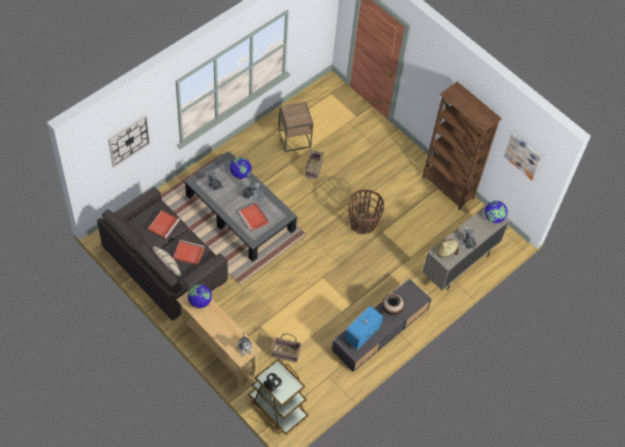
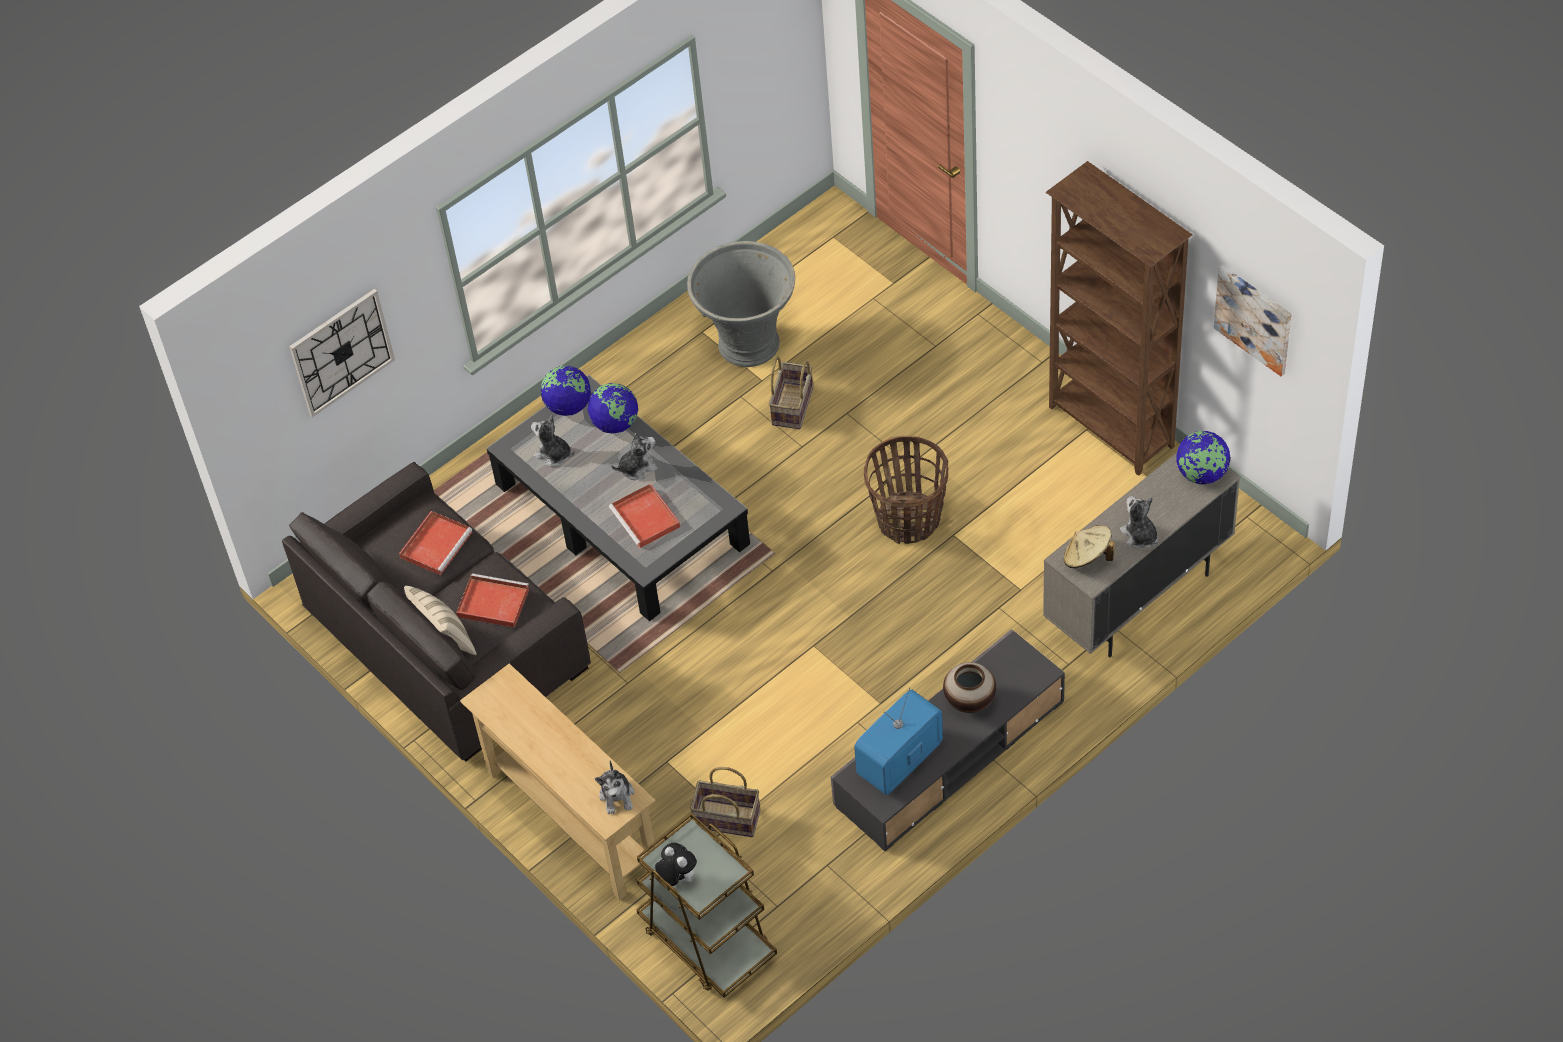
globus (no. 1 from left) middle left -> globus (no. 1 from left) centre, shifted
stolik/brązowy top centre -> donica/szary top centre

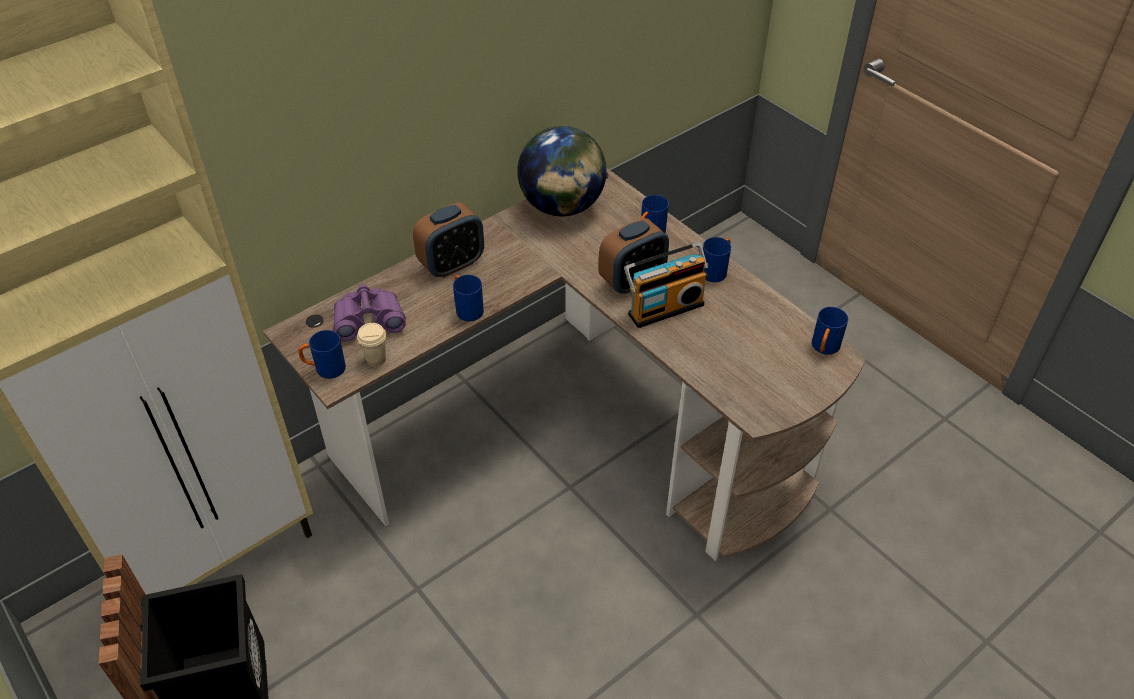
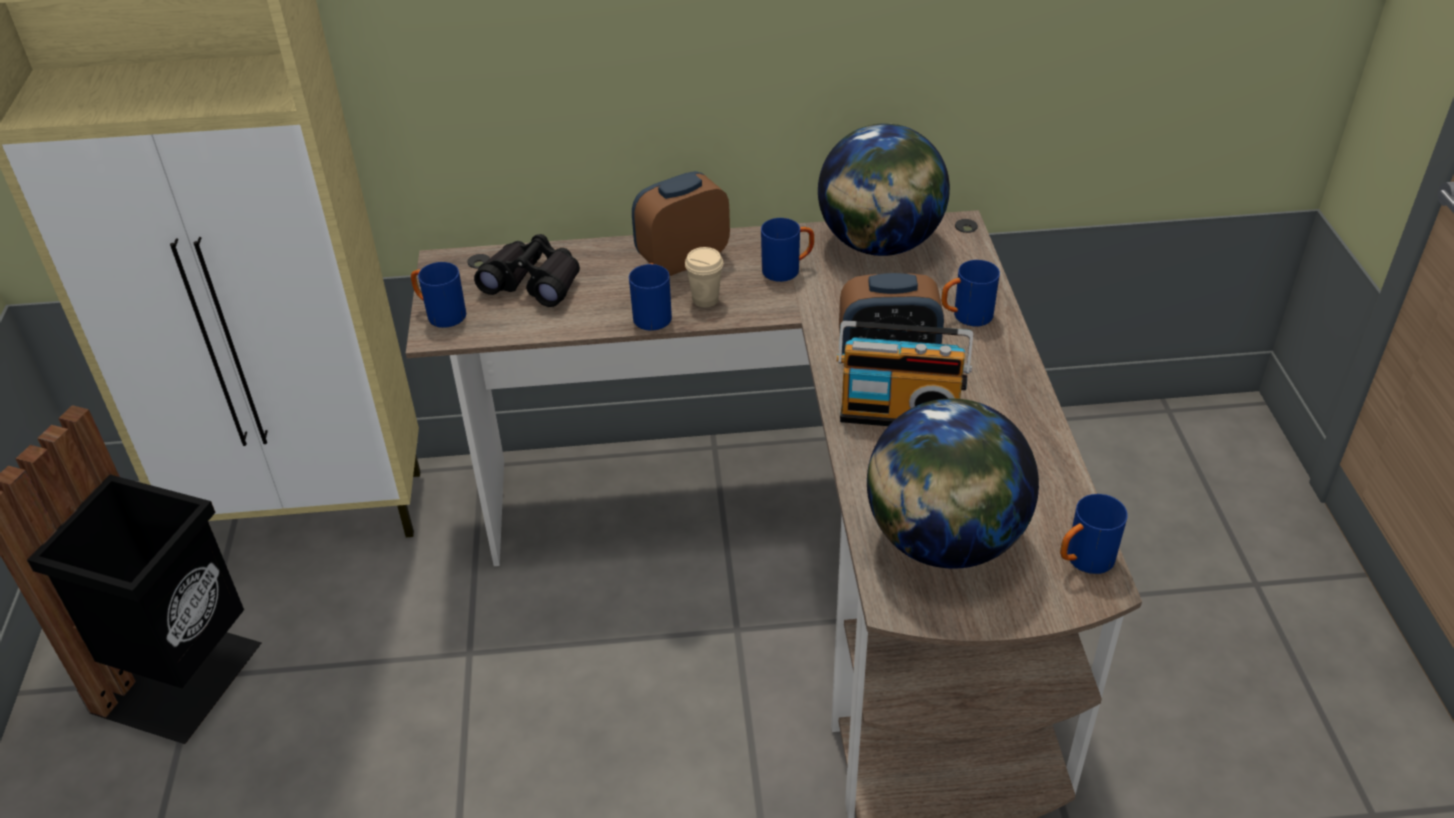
none -> globus (no. 2 from left) centre
filiżanka/beżowy middle left -> filiżanka/beżowy centre, shifted
kubek/niebieski (no. 4 from left in the first image) centre -> kubek/niebieski (no. 3 from left) top centre, shifted
lornetka/fioletowy middle left -> lornetka/czarny top centre
budzik (no. 1 from left) centre -> budzik (no. 1 from left) top centre, 150 degrees clockwise

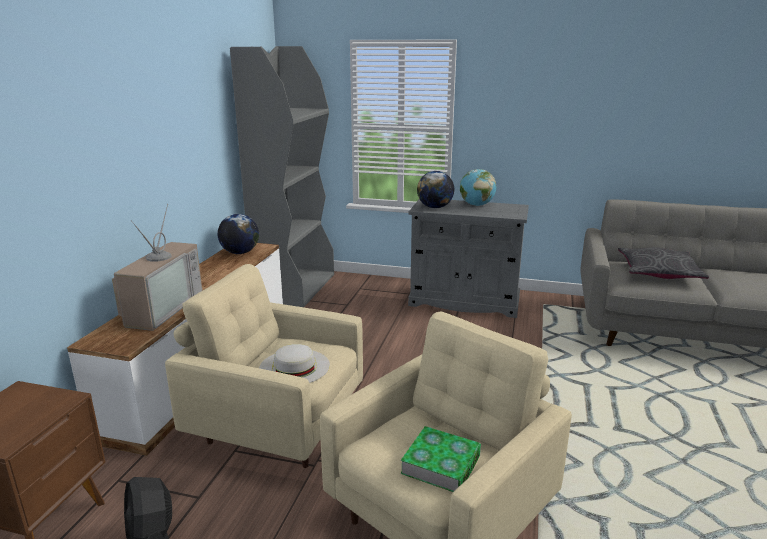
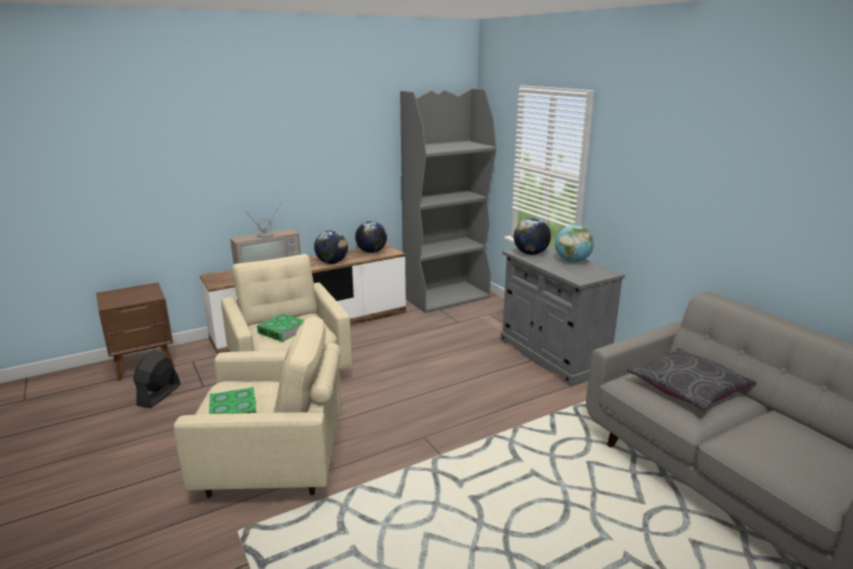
none -> globus (no. 1 from left) centre
kapelusz/biały bottom centre -> książka (no. 2 from left) middle left

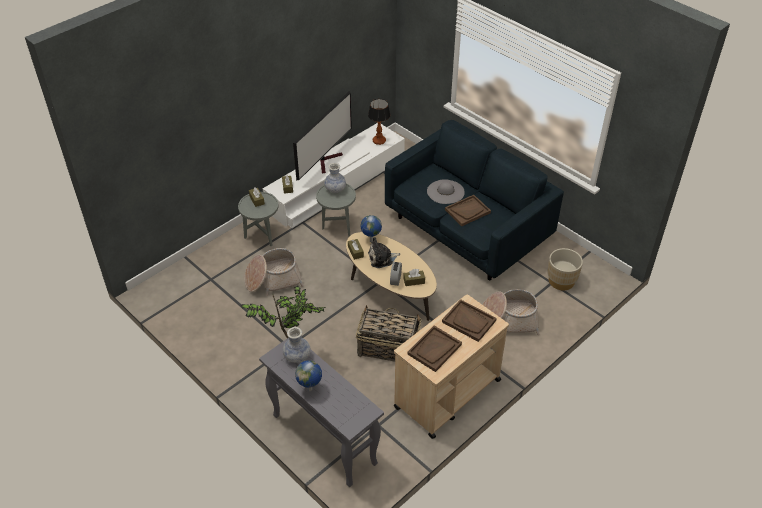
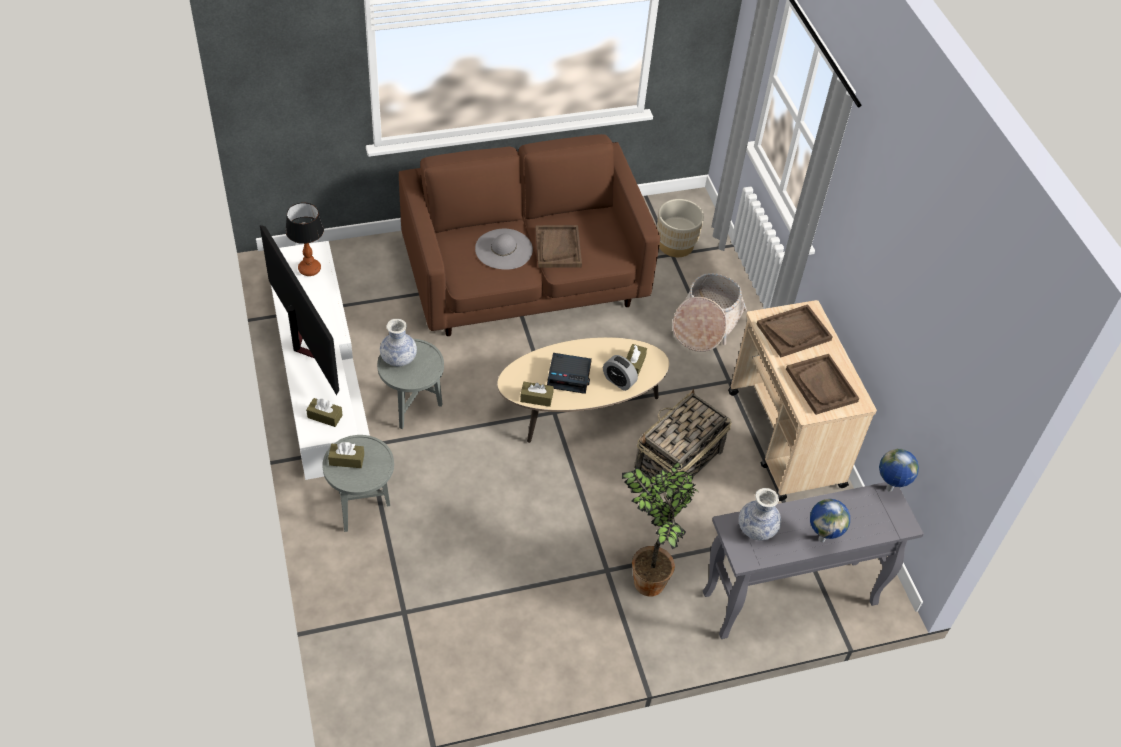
koszyk (no. 1 from left) centre -> none
globus (no. 2 from left) centre -> globus (no. 2 from left) middle right, shifted
pluszak centre -> budzik (no. 1 from left) centre
kanapa/niebieski centre -> kanapa/brązowy top centre

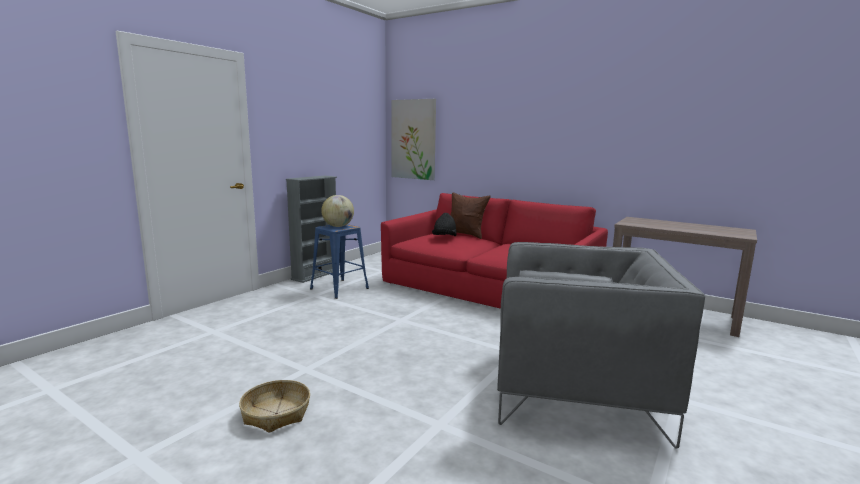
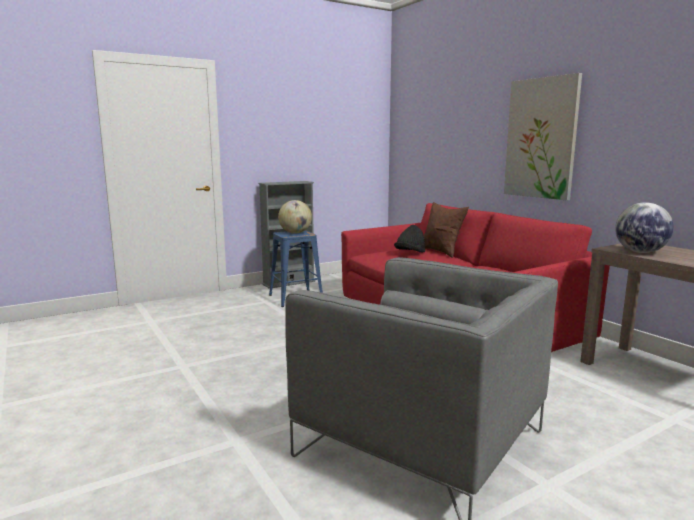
koszyk bottom left -> none
none -> globus (no. 2 from left) middle right
obraz top centre -> obraz top right, shifted

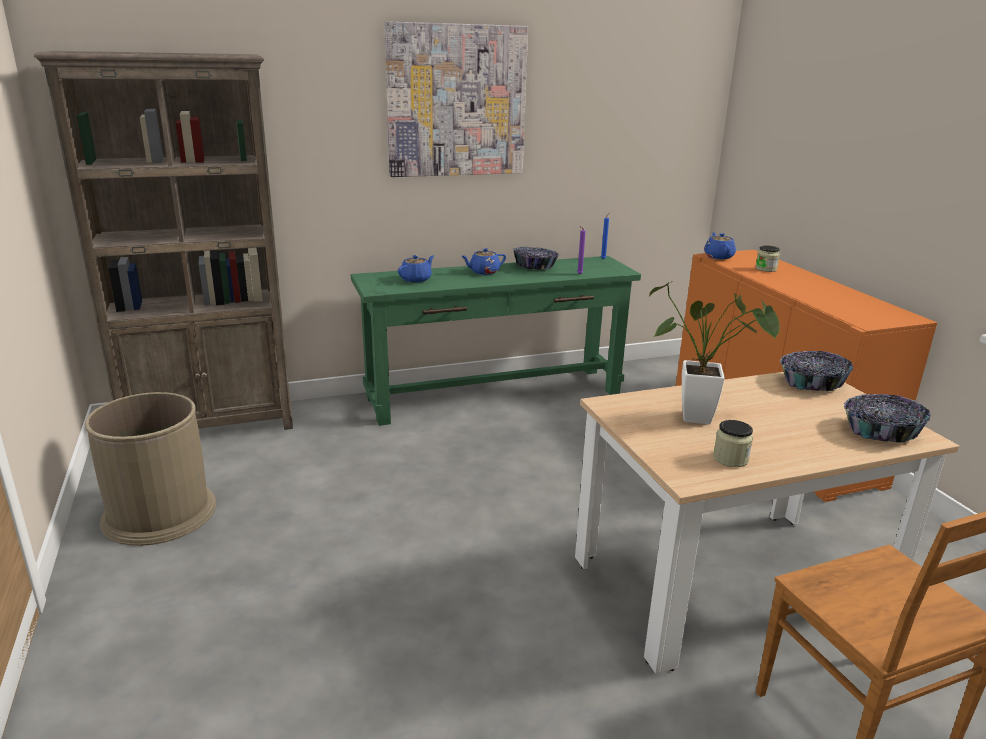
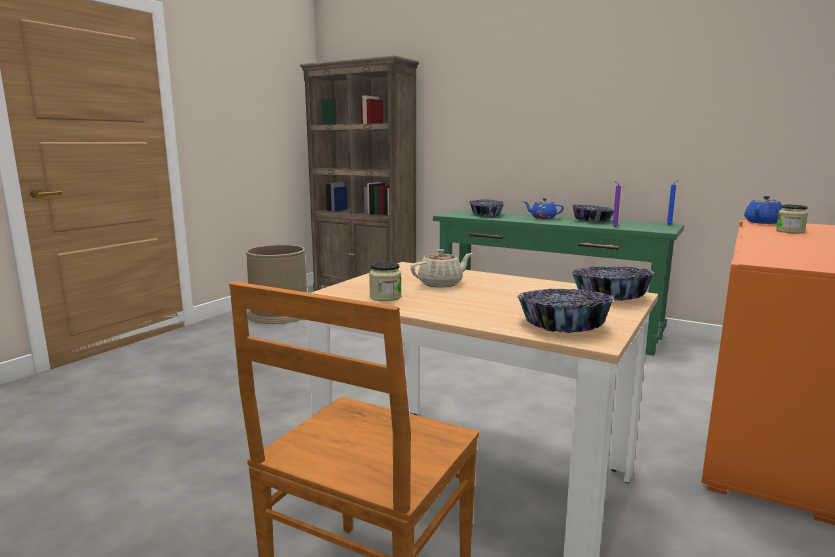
obraz top centre -> none
imbryk/niebieski (no. 1 from left) centre -> miska (no. 1 from left) centre
roślina doniczkowa middle right -> imbryk/beżowy centre

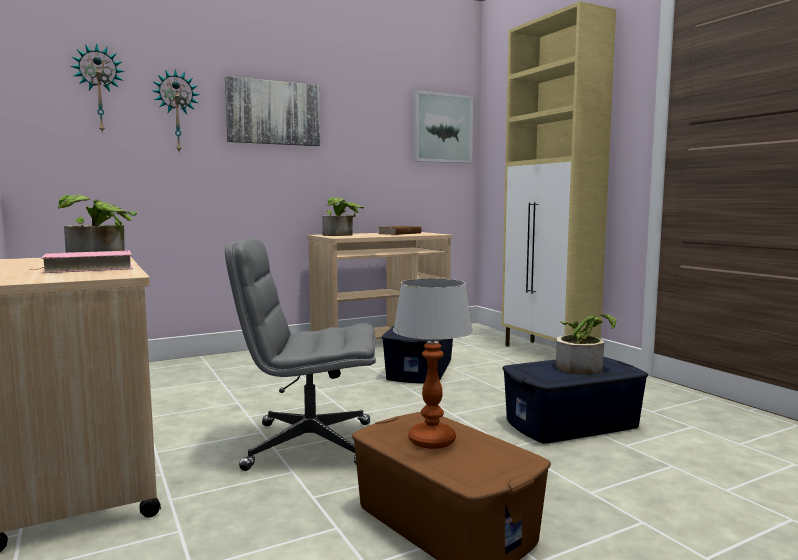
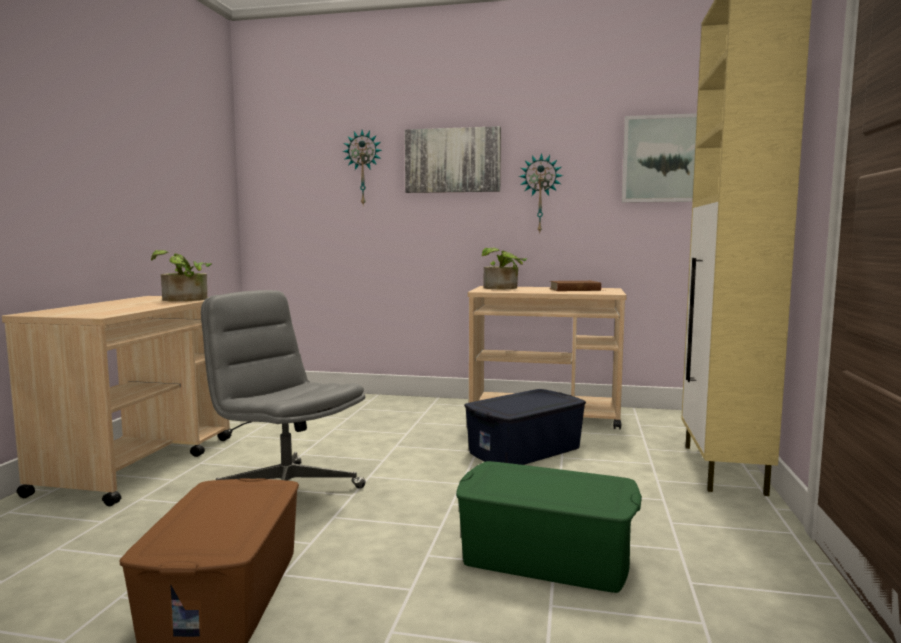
książka/różowy middle left -> none
lampa stołowa centre -> none
roślina doniczkowa (no. 3 from left) middle right -> none
zegar ścienny (no. 1 from left in the first image) top left -> zegar ścienny (no. 2 from left) top centre, shifted
pojemnik do przechowywania/niebieski (no. 2 from left) bottom right -> pojemnik do przechowywania/zielony bottom centre

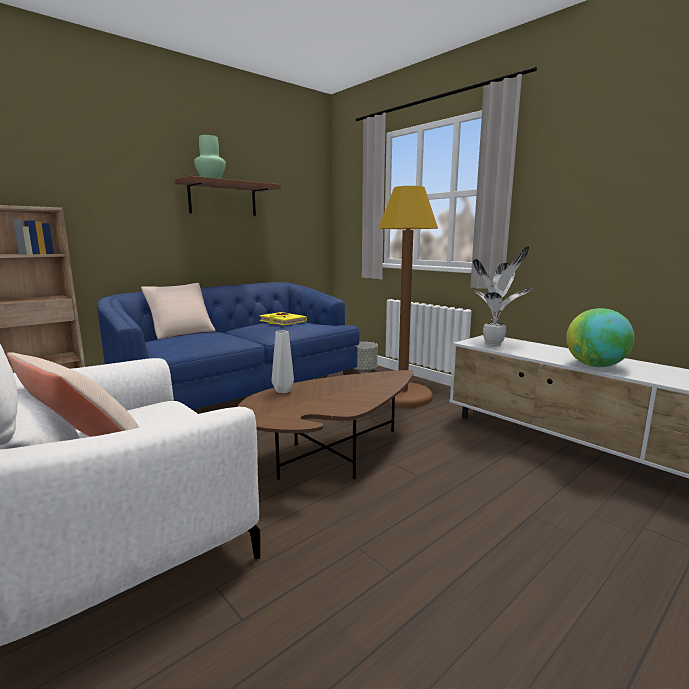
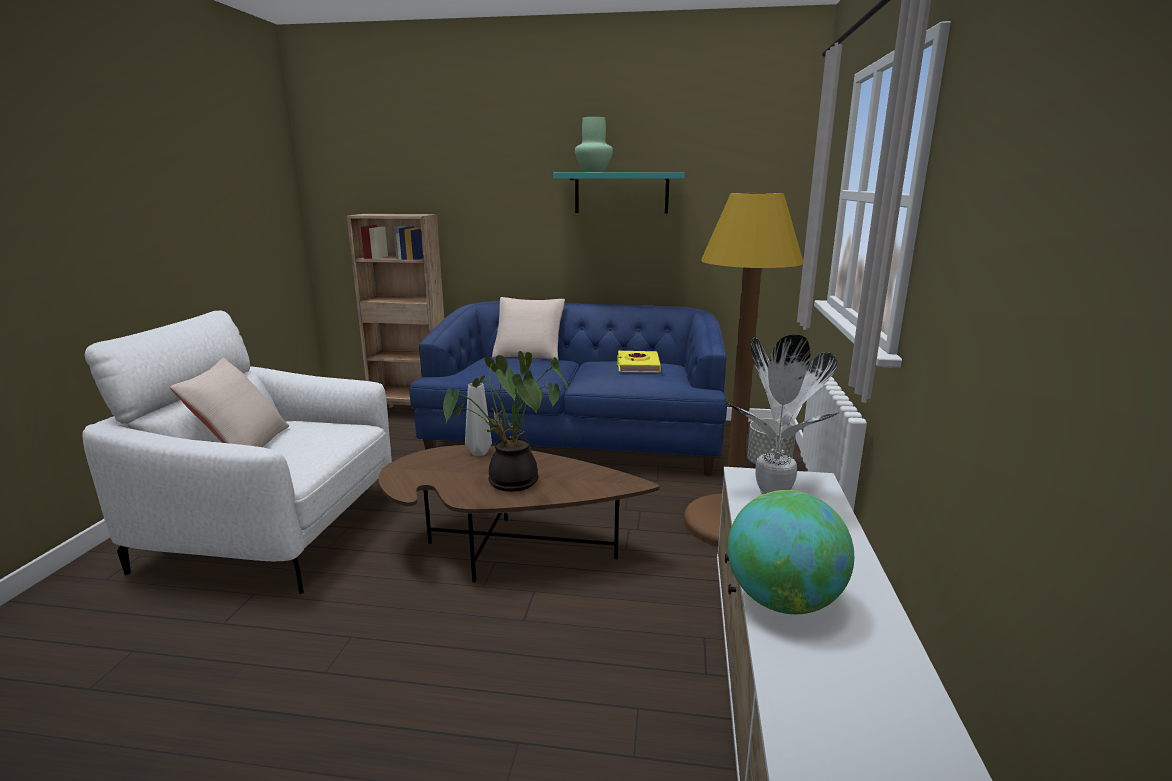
none -> roślina doniczkowa (no. 1 from left) centre
półka/brązowy top left -> półka/turkusowy top centre

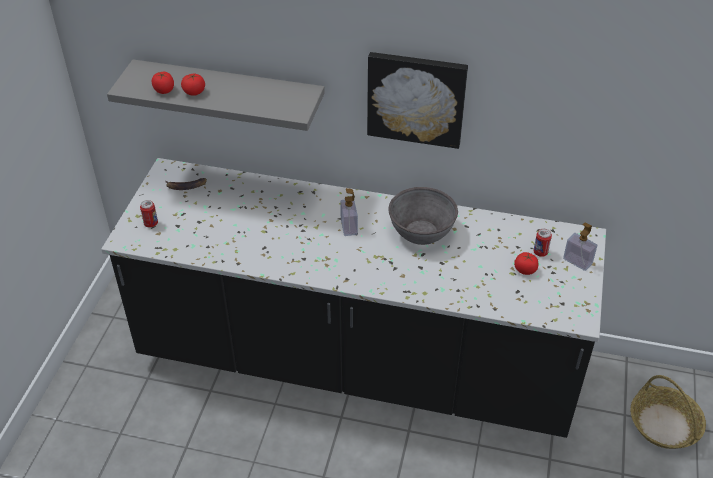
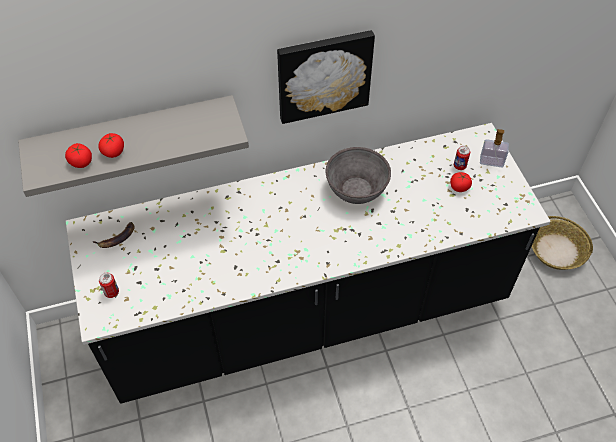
dozownik mydła (no. 1 from left) centre -> none

